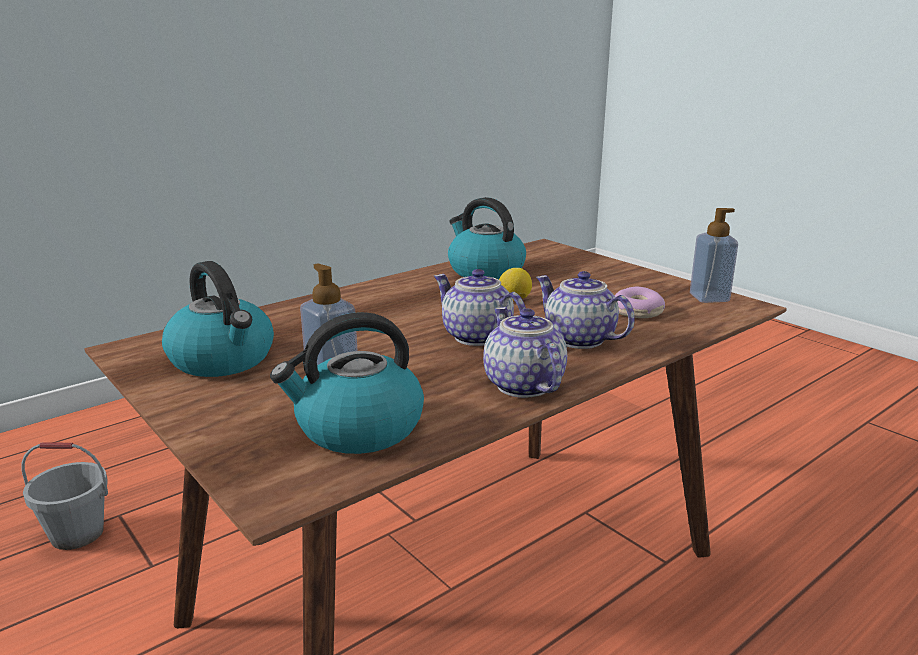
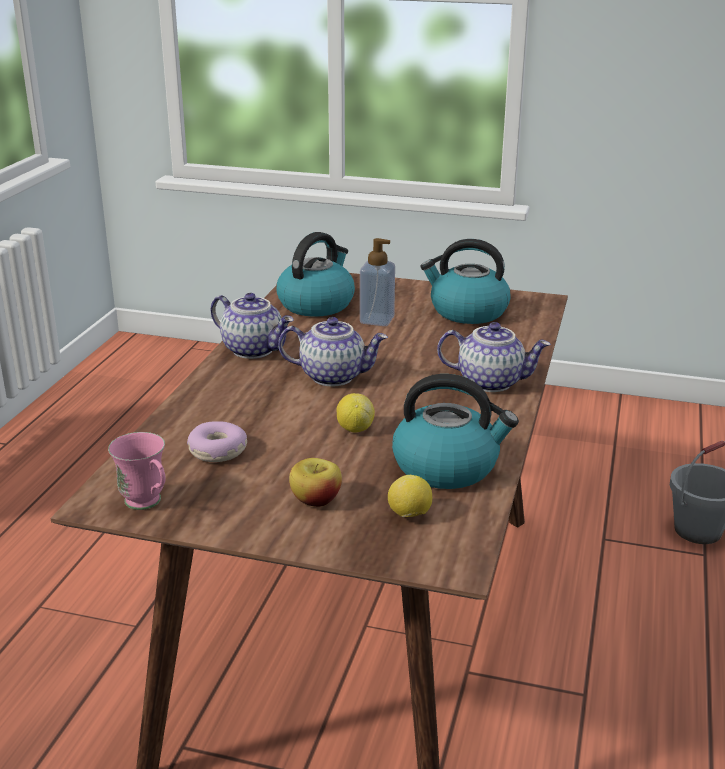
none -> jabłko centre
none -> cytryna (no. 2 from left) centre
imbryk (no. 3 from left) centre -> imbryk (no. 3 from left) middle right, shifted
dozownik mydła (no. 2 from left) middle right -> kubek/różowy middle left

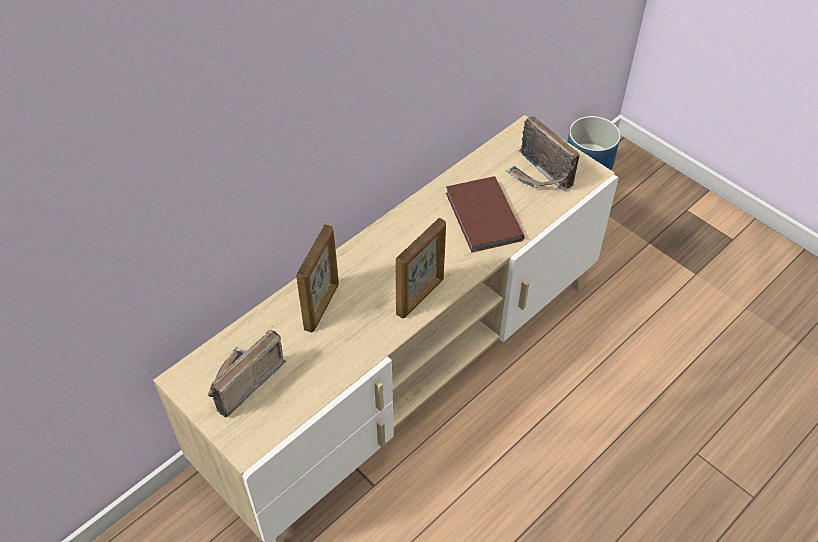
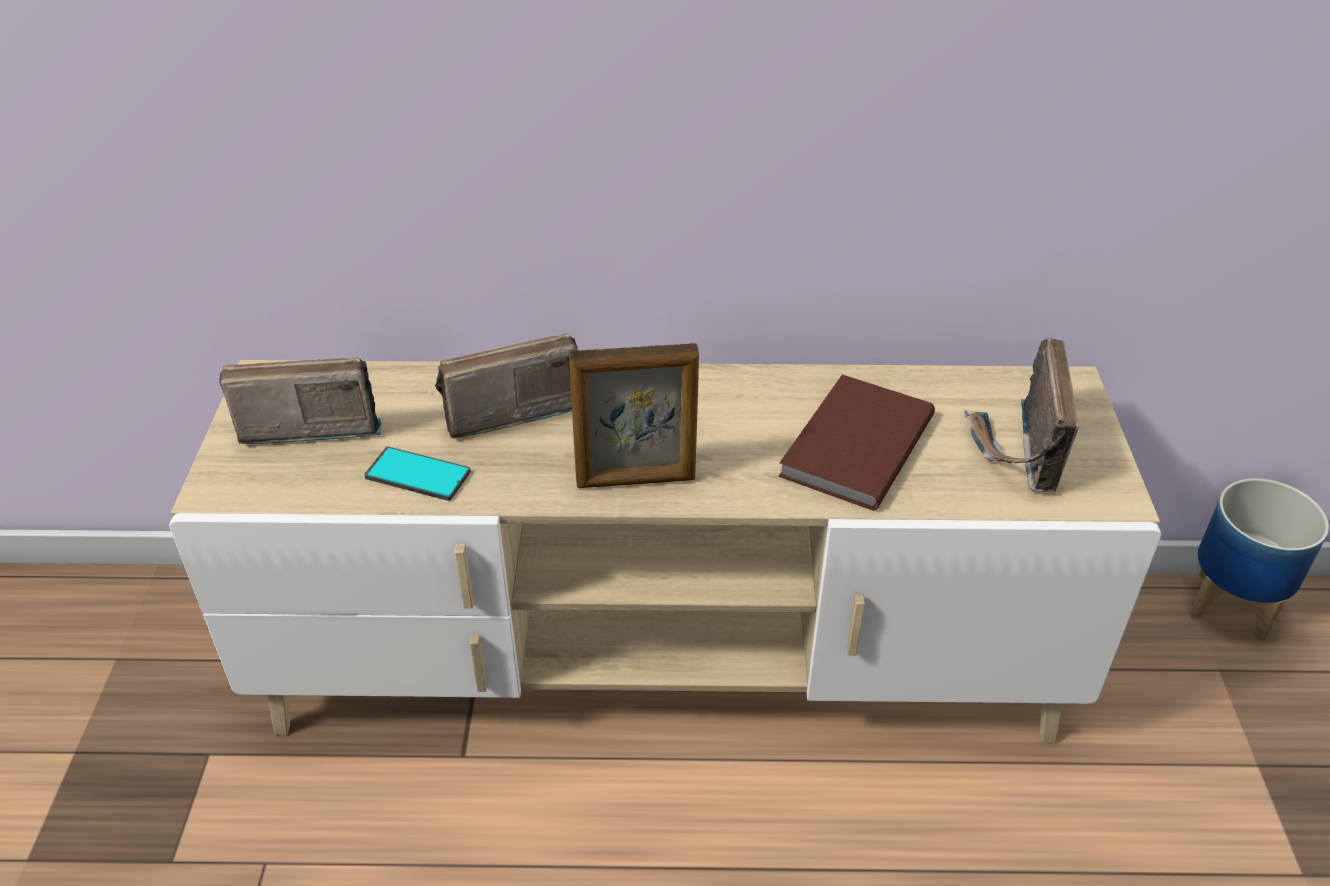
none -> telefon middle left
ramka na zdjęcie (no. 1 from left) centre -> radio (no. 2 from left) centre

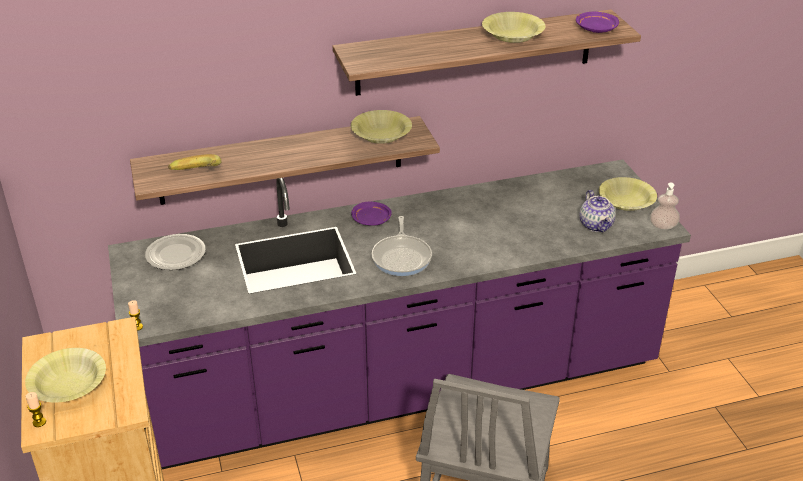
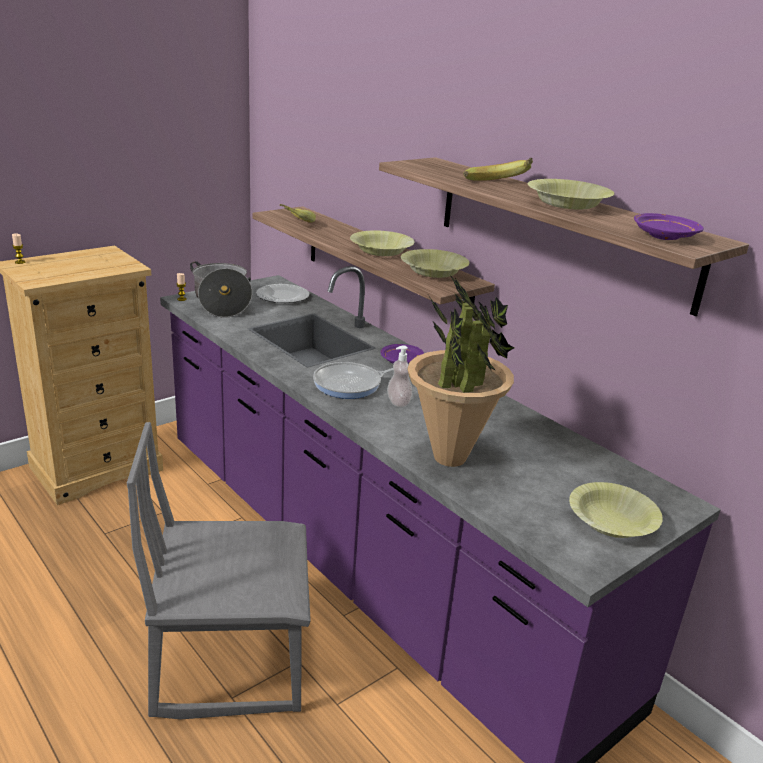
imbryk middle right -> none
none -> garnek middle left
none -> roślina doniczkowa centre
none -> banan (no. 2 from left) top centre
miska/żółty (no. 1 from left) bottom left -> miska/żółty (no. 1 from left) top centre, shifted
dozownik mydła middle right -> dozownik mydła centre, shifted

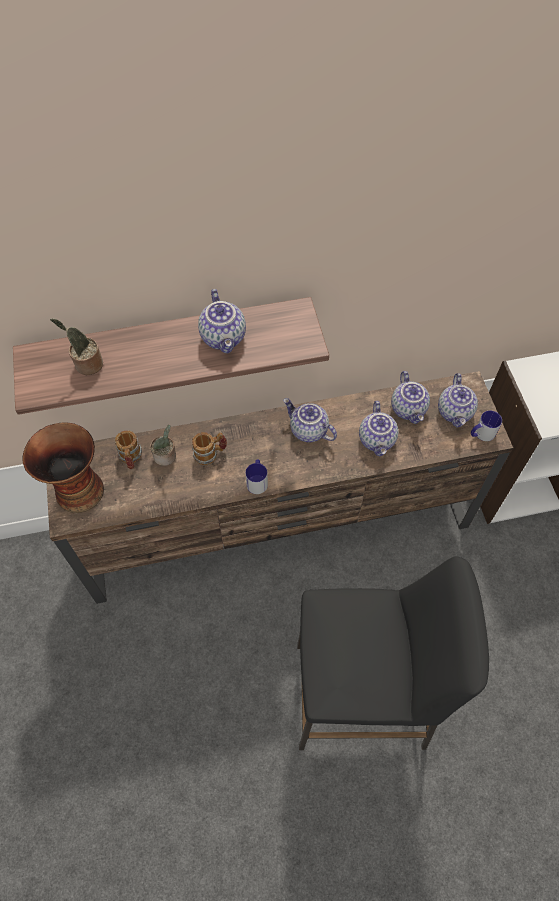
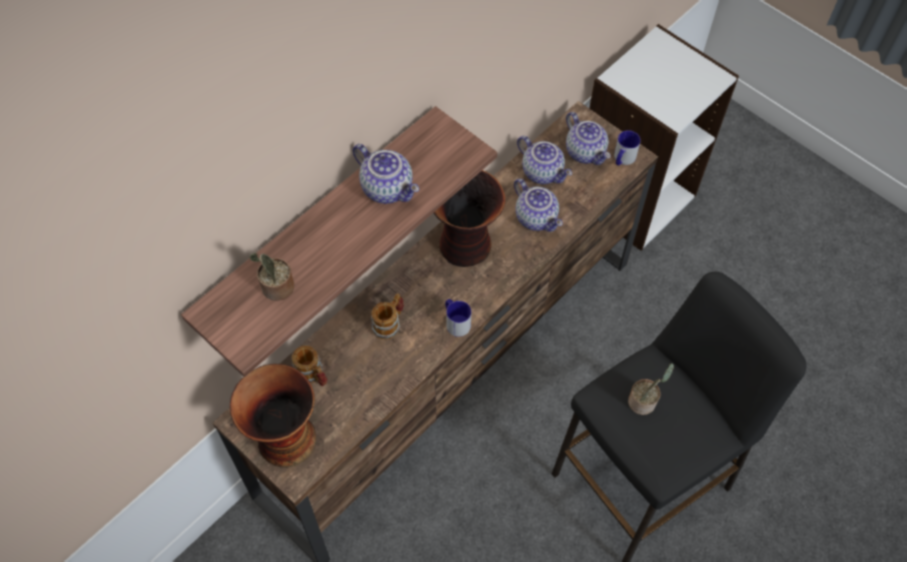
roślina doniczkowa (no. 2 from left) middle left -> roślina doniczkowa (no. 2 from left) bottom right, shifted
imbryk (no. 2 from left) centre -> wazon (no. 2 from left) centre

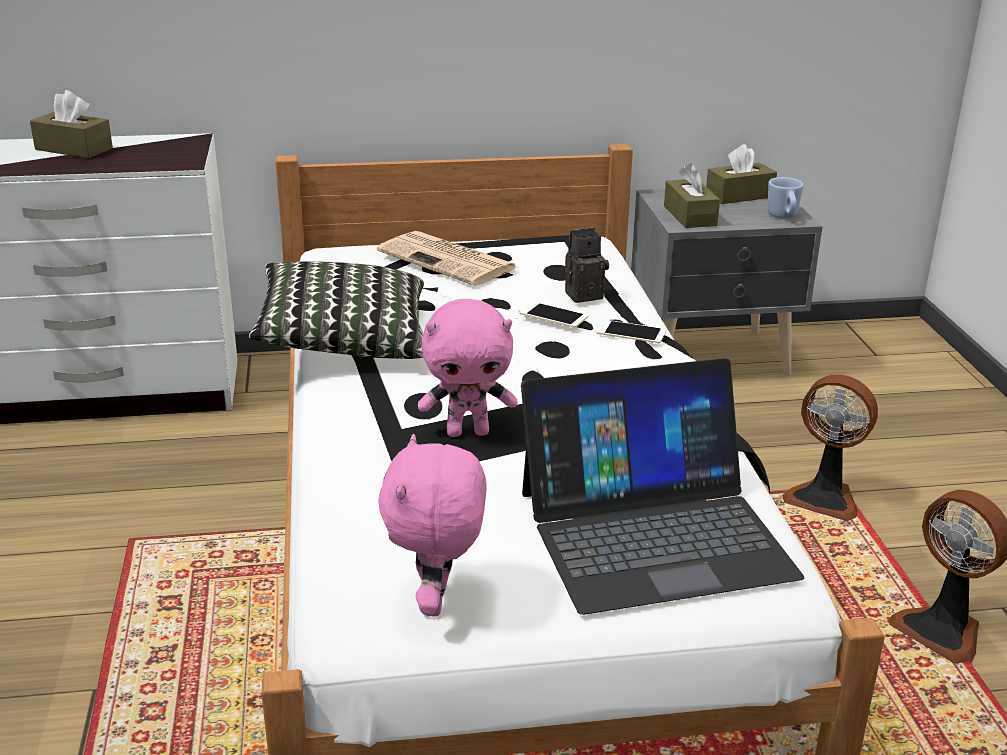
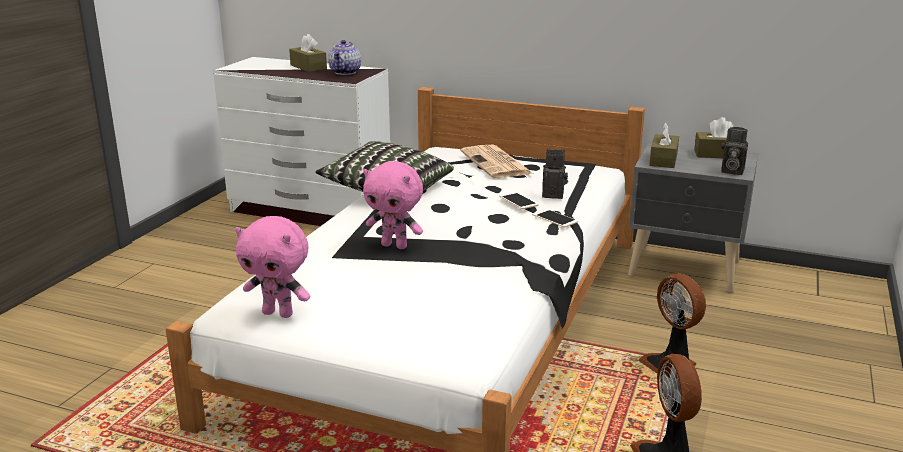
laptop centre -> none
none -> imbryk top centre
kubek/niebieski top right -> aparat fotograficzny (no. 2 from left) middle right
pluszak/różowy (no. 1 from left) bottom centre -> pluszak/różowy (no. 1 from left) middle left, 105 degrees counterclockwise

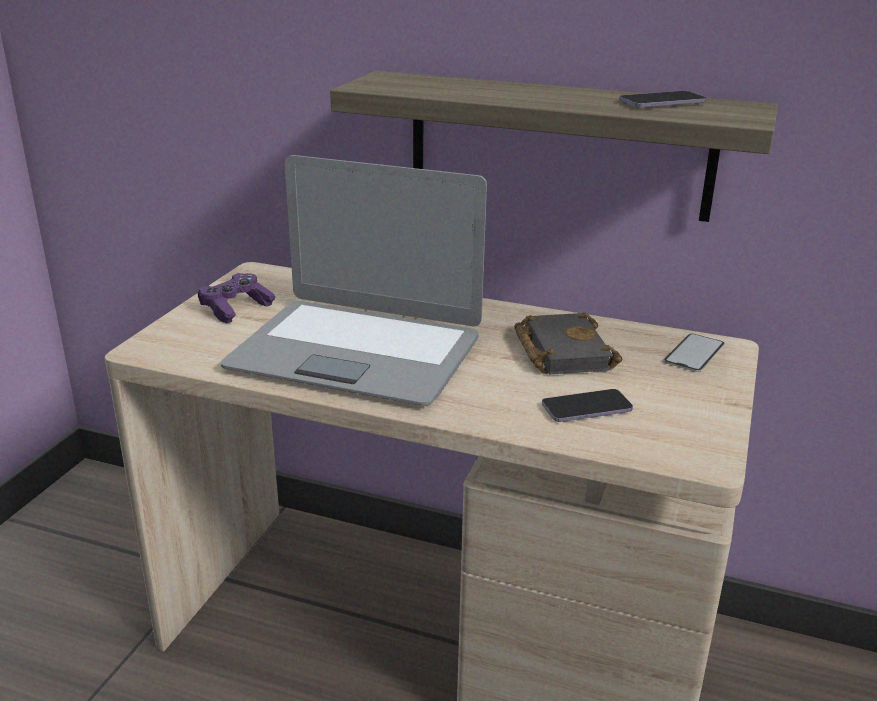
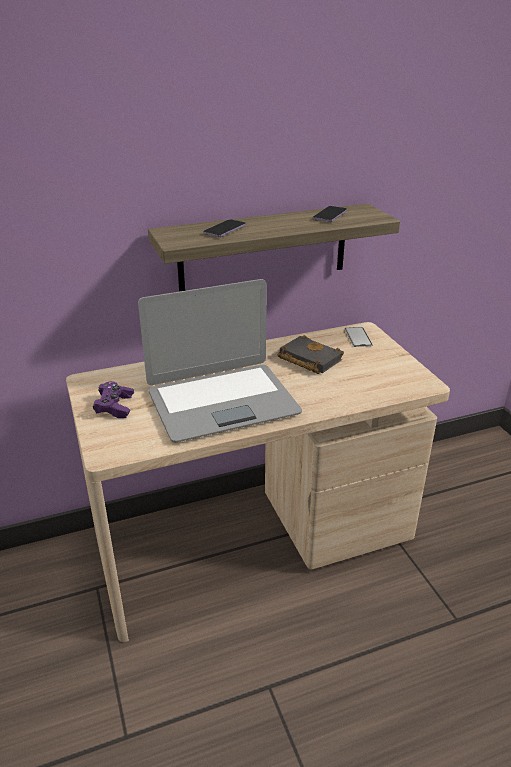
telefon (no. 1 from left) middle right -> telefon (no. 1 from left) top centre, shifted

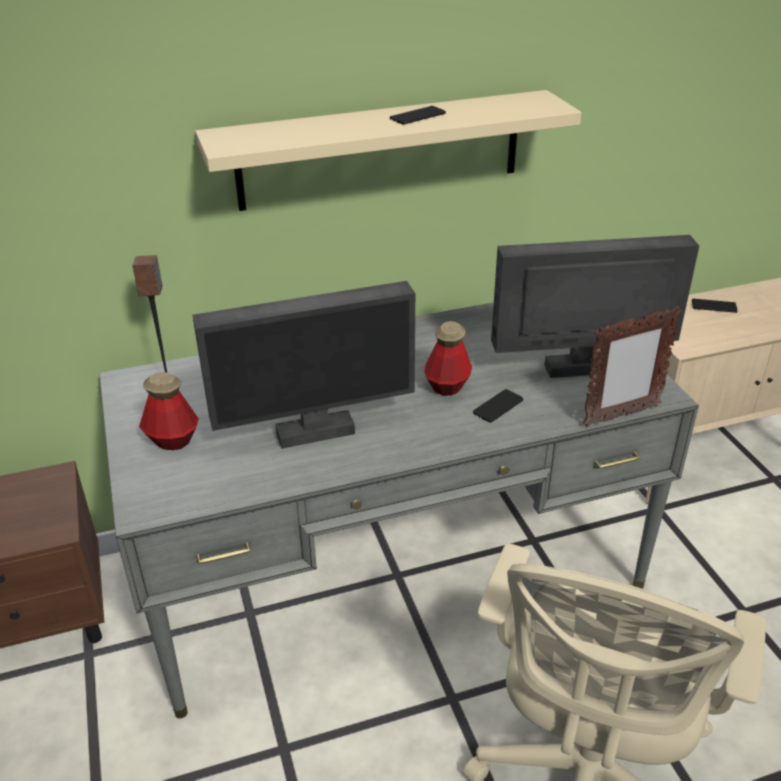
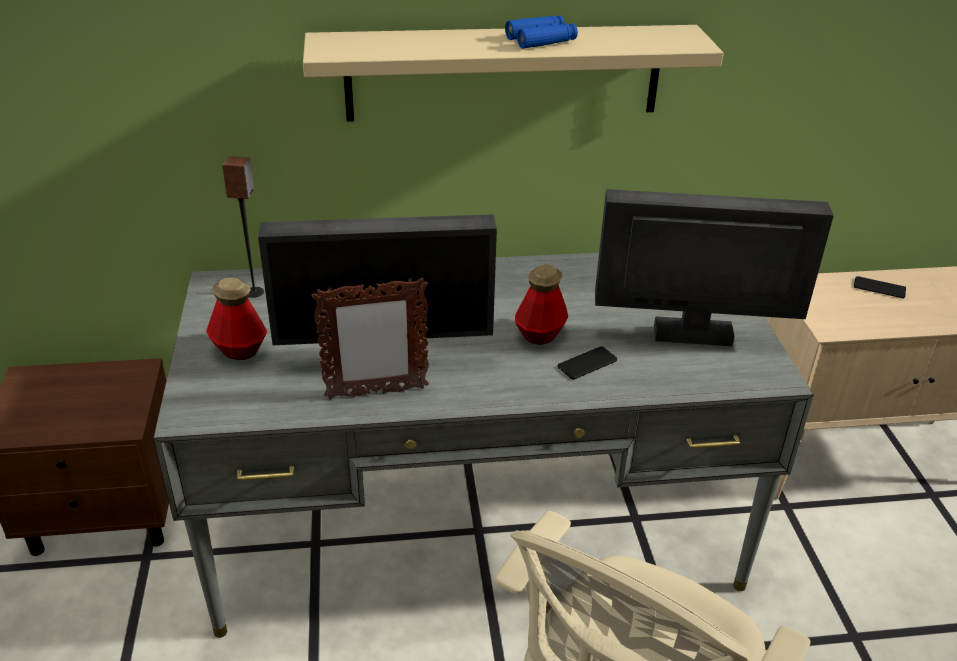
ramka na zdjęcie middle right -> ramka na zdjęcie centre, shifted
telefon (no. 1 from left) top centre -> lornetka/niebieski top centre

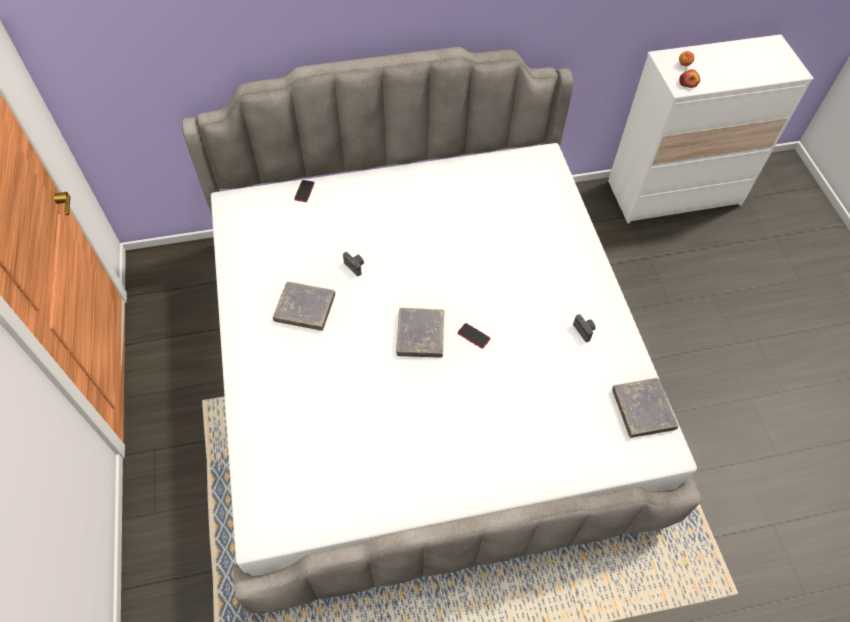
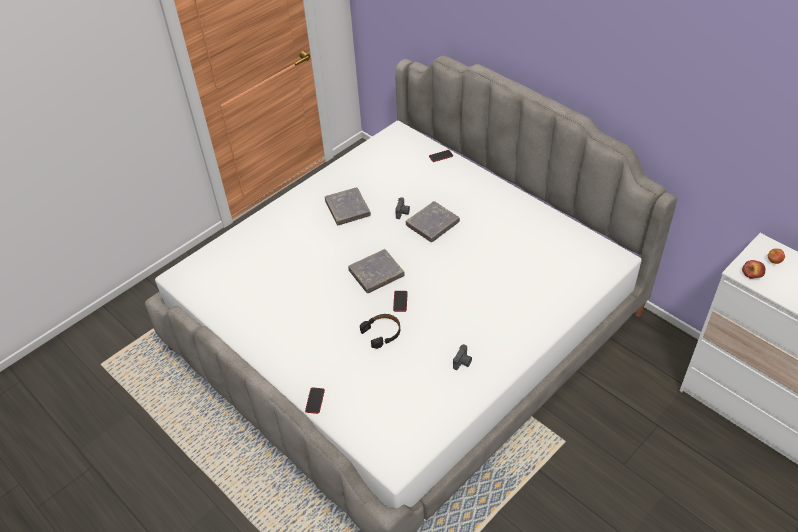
none -> telefon (no. 1 from left) bottom centre
none -> słuchawki/czarny centre
książka/szary (no. 3 from left) middle right -> książka/szary (no. 3 from left) centre, shifted

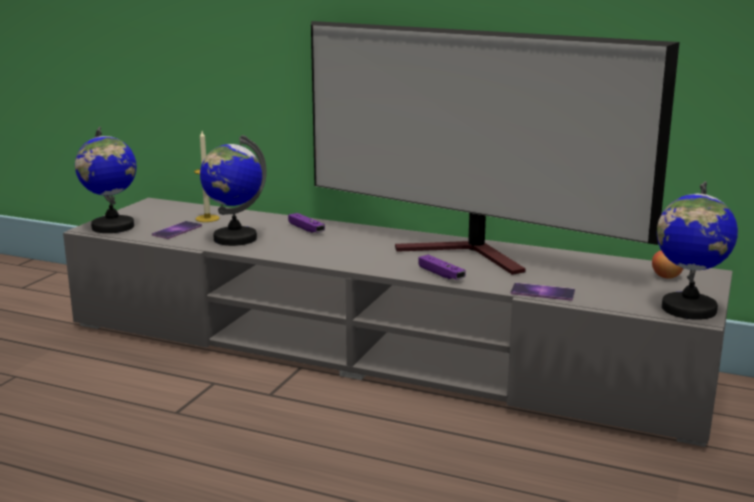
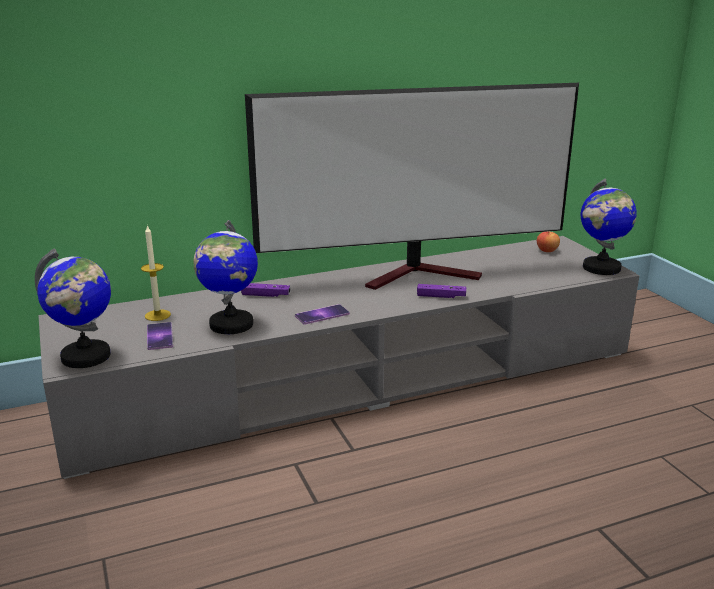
telefon (no. 2 from left) middle right -> telefon (no. 2 from left) centre, shifted

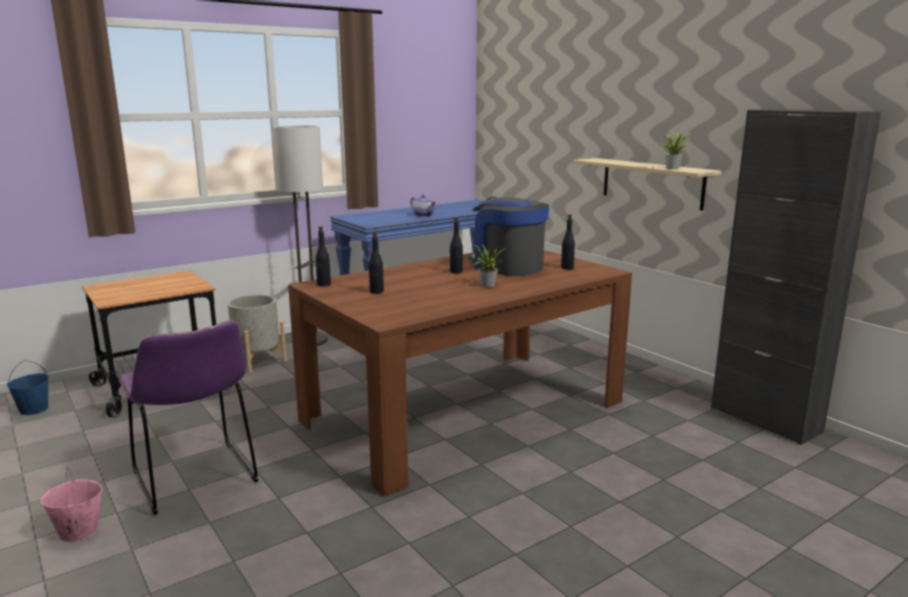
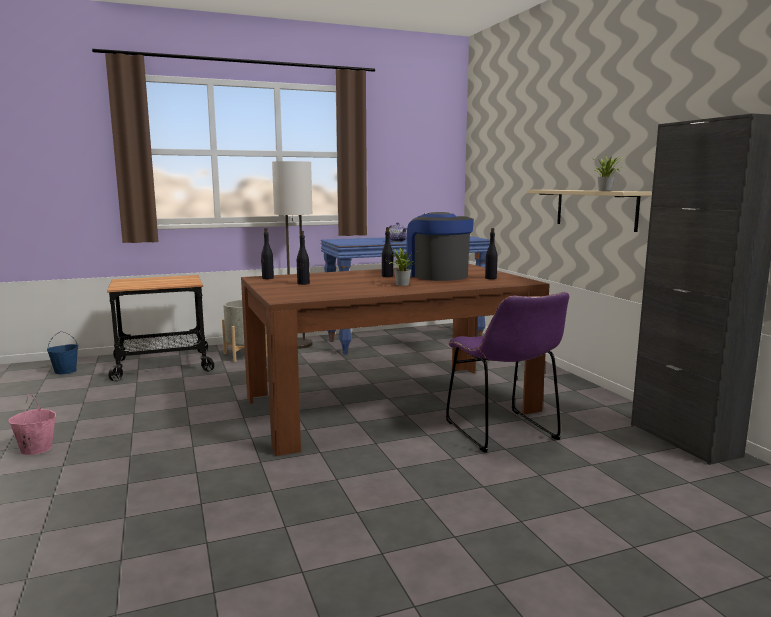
krzesło/fioletowy bottom left -> krzesło/fioletowy centre, shifted

